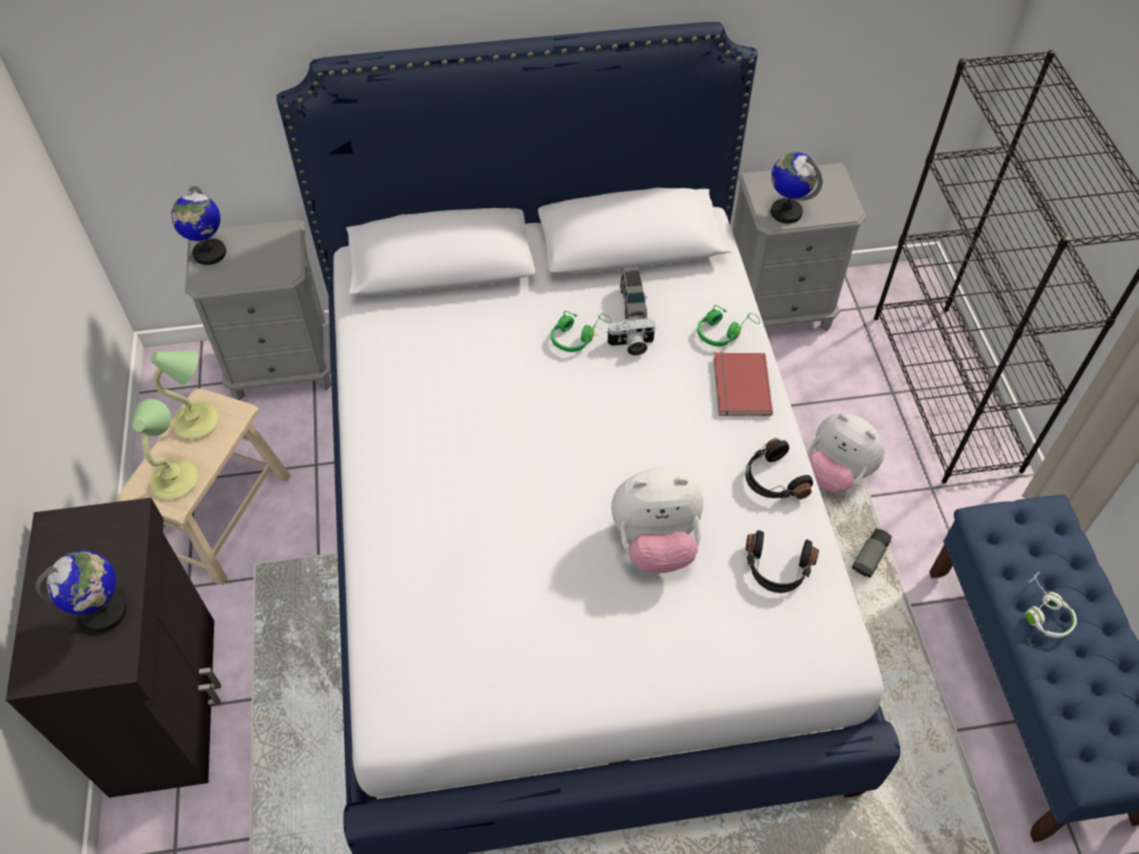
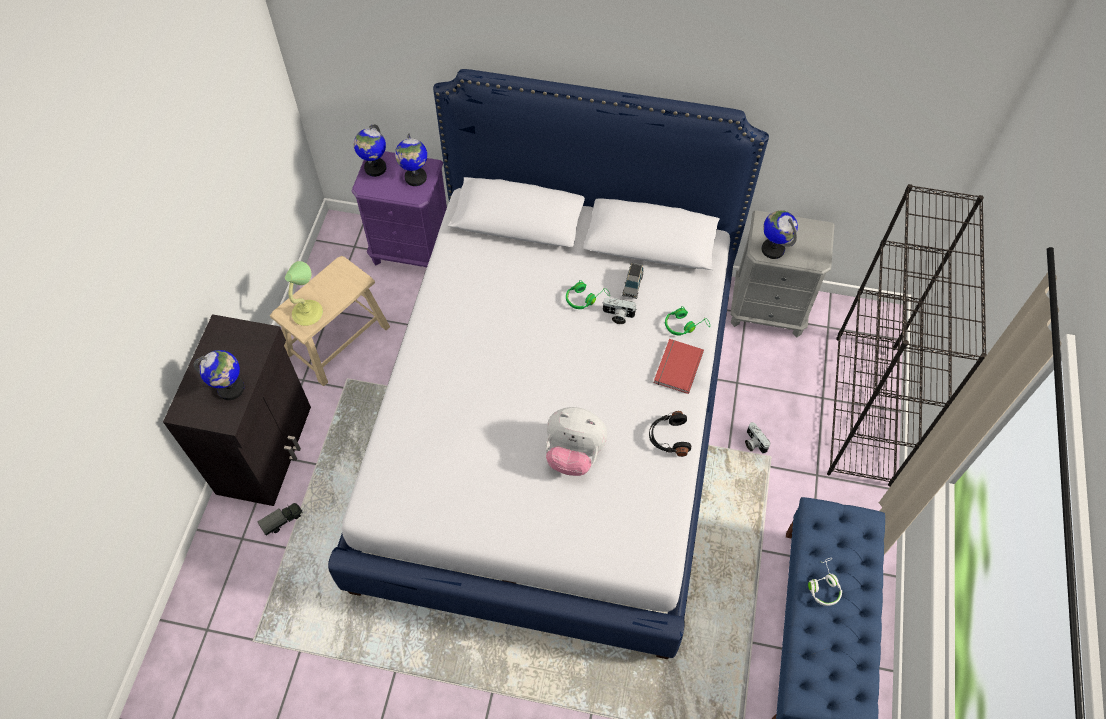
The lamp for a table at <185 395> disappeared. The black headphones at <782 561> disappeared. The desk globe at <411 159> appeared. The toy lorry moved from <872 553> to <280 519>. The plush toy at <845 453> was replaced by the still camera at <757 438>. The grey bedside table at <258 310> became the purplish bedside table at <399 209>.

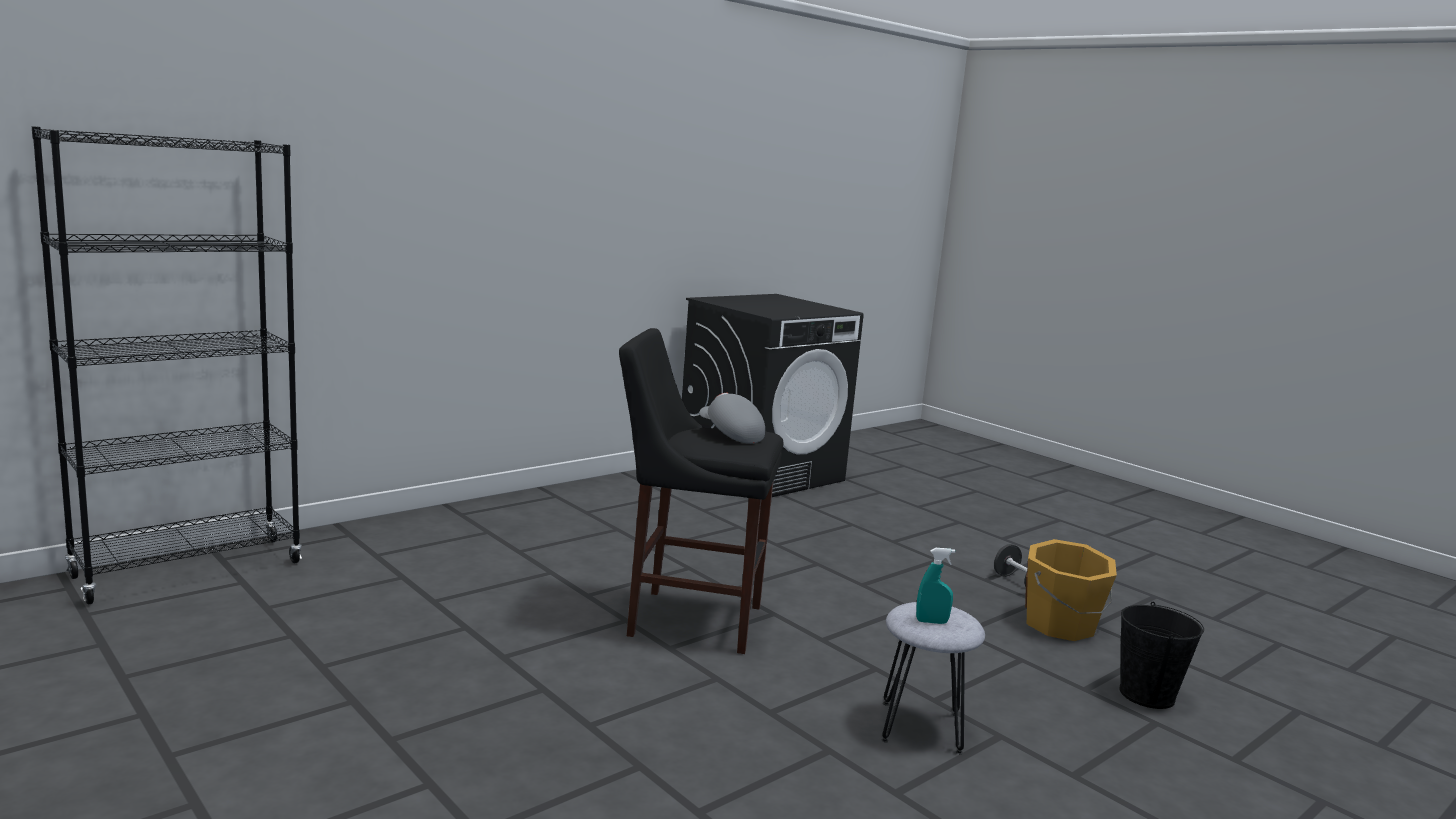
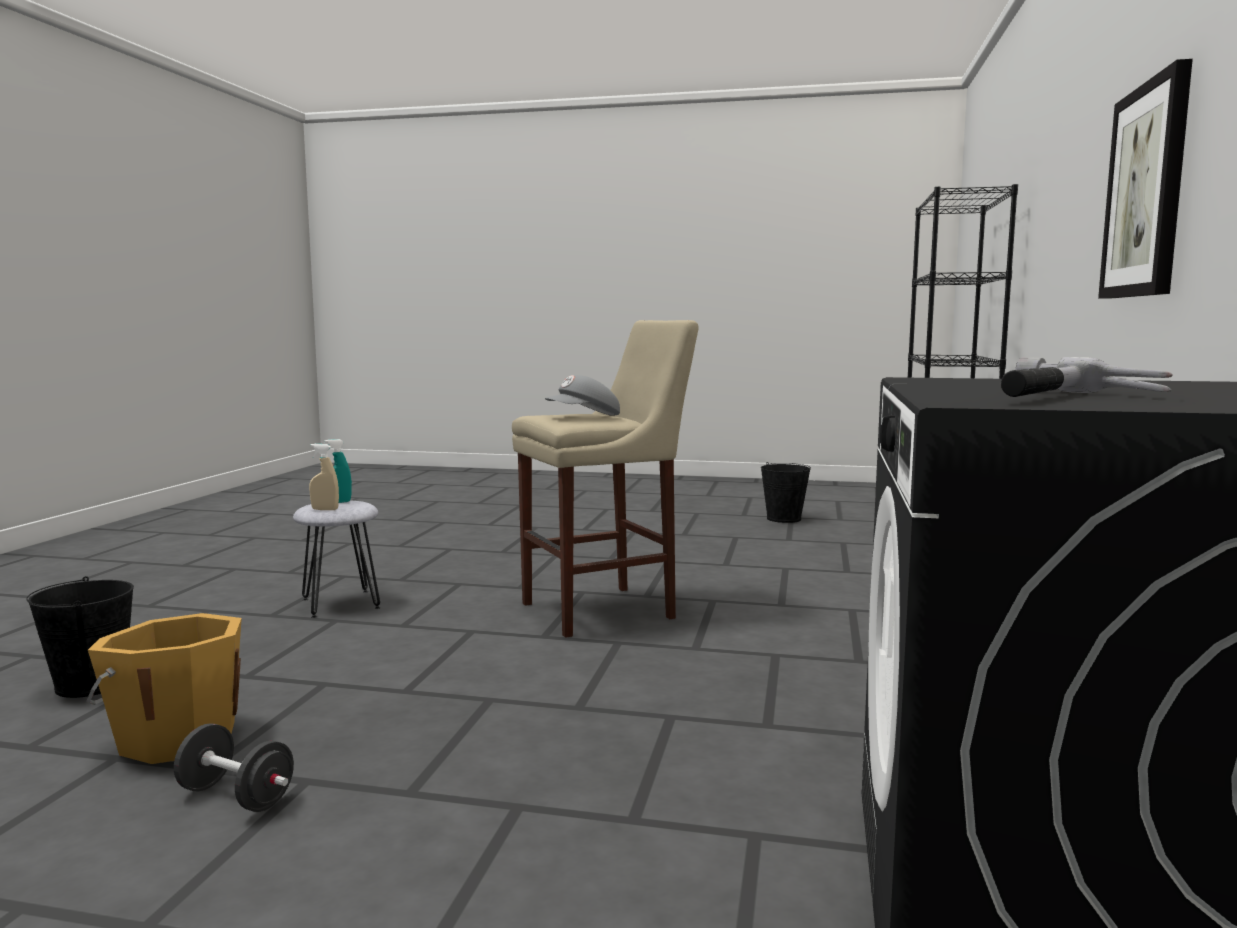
The beige sprayer at <324 477> appeared. The black water bucket at <786 492> appeared. The tool hammer at <1087 377> appeared. The picture at <1145 179> appeared. The black stool at <701 491> became the beige stool at <605 479>. The grey peaked cap at <732 418> turned 135 degrees clockwise.

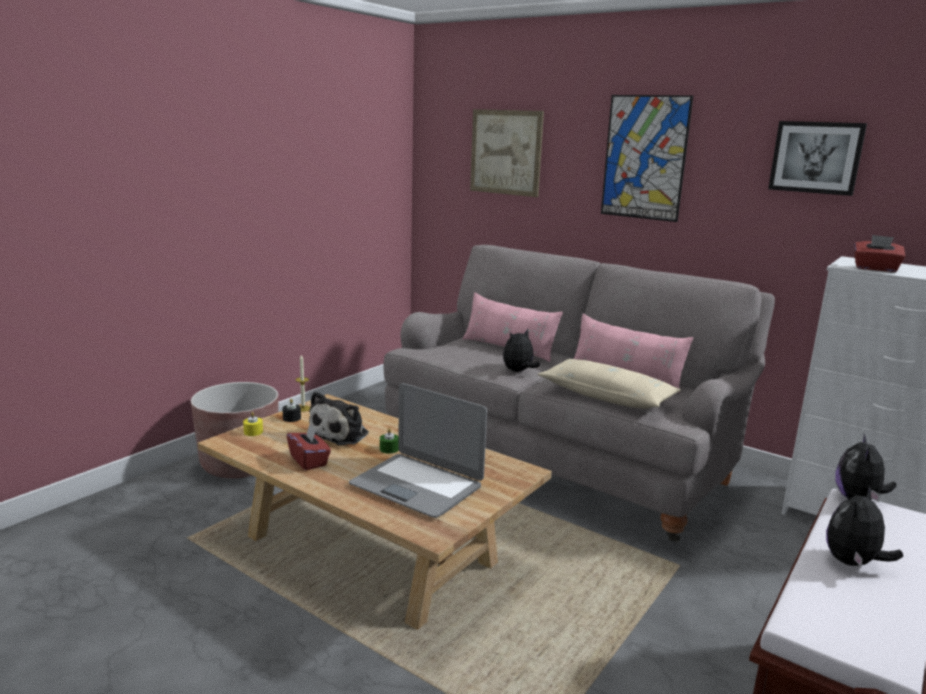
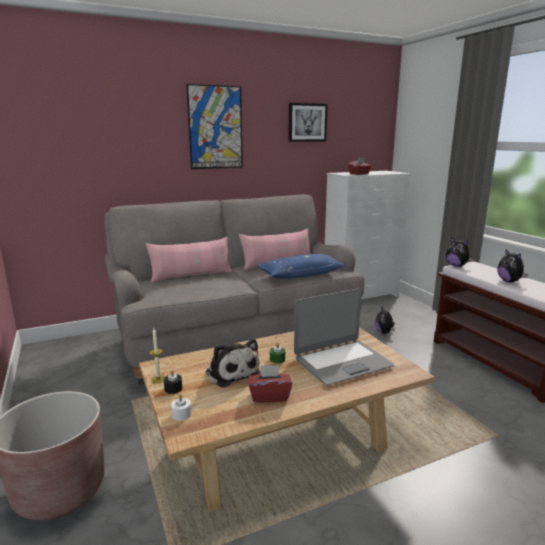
The picture at <507 153> disappeared. The plush toy moved from <521 350> to <385 320>. The yellow wax candle at <253 424> became the white wax candle at <181 407>. The beige cushion at <609 384> became the bluish cushion at <301 266>.

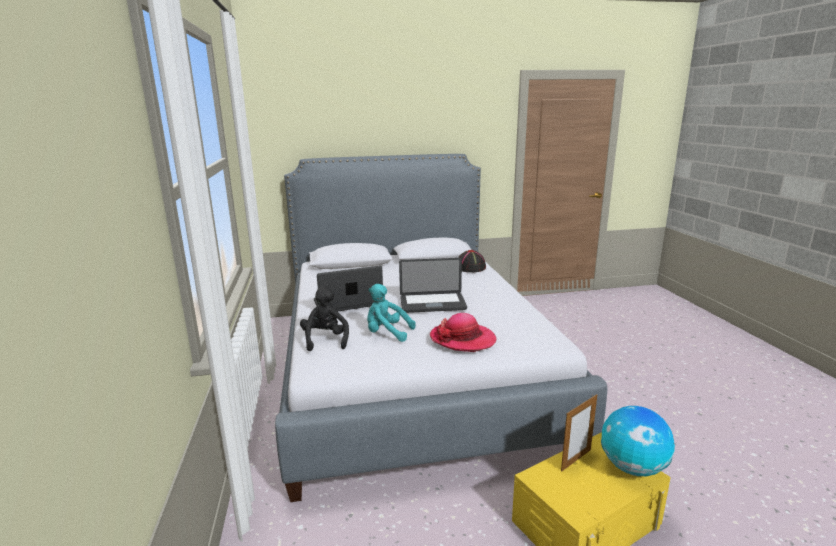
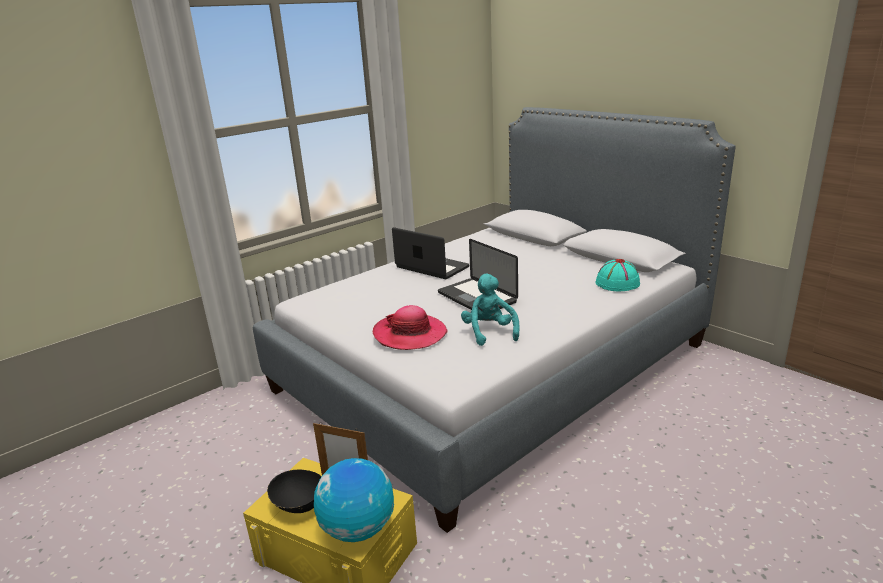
The black plush toy at <324 319> disappeared. The black serving bowl at <294 491> appeared. The turquoise plush toy moved from <391 313> to <490 310>. The black wearable hat at <472 261> became the turquoise wearable hat at <617 275>.

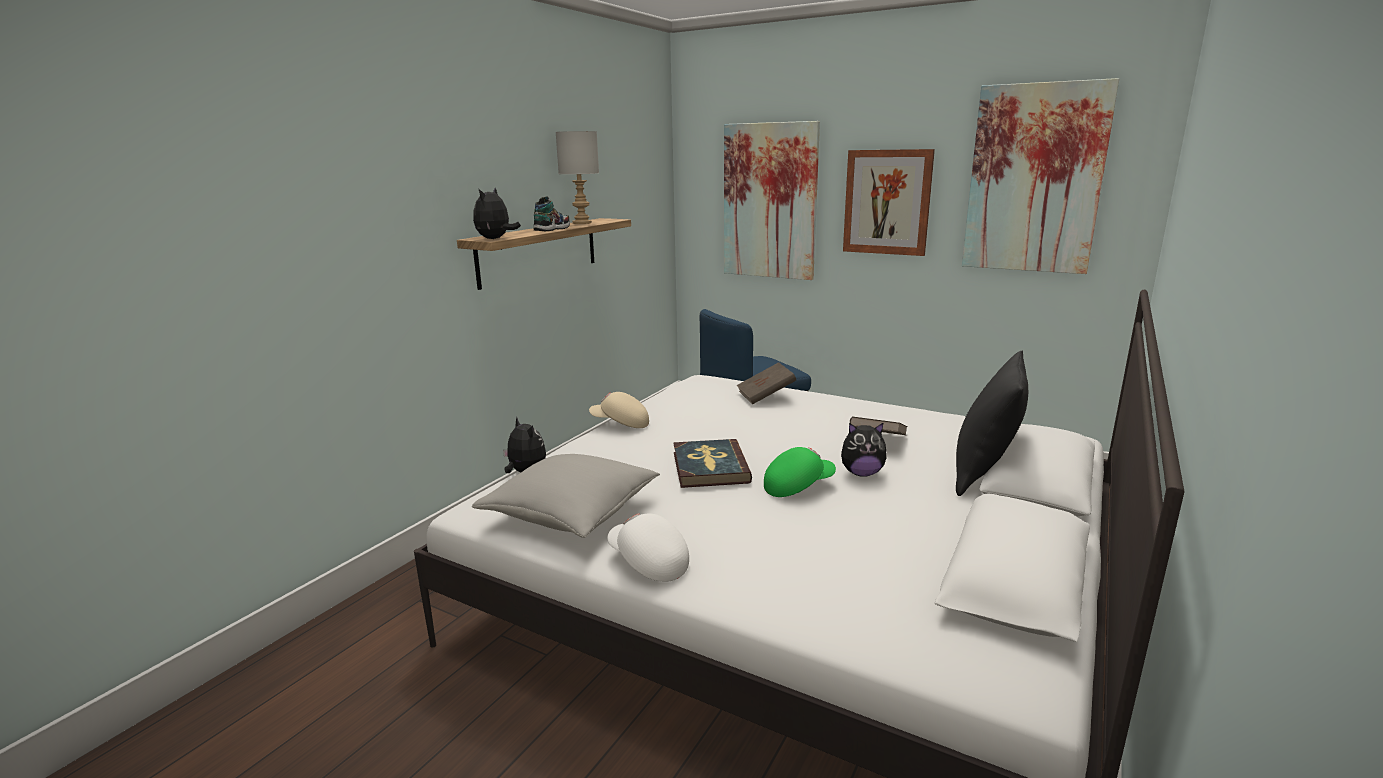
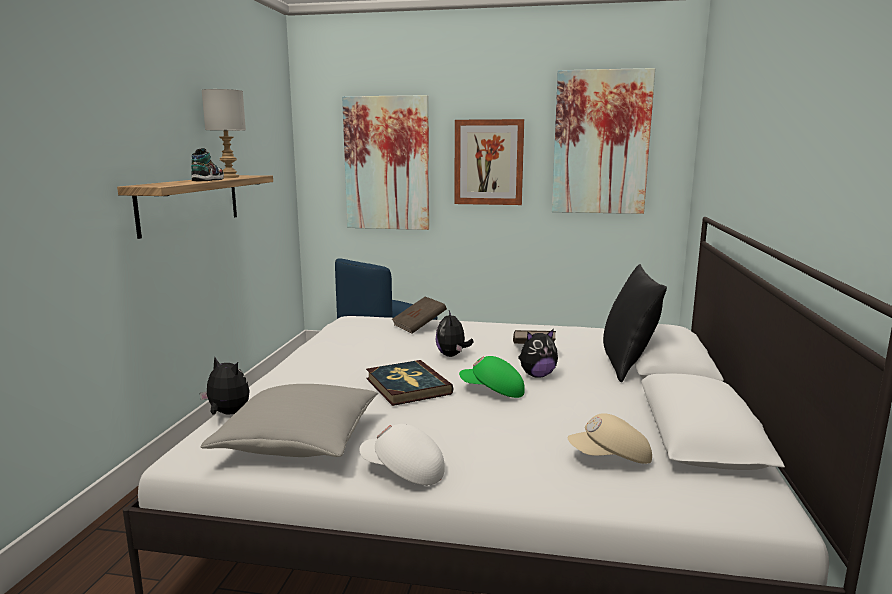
The plush toy moved from <497 213> to <455 333>. The beige peaked cap moved from <619 410> to <609 438>. The green-coloured peaked cap at <800 472> turned 120 degrees counterclockwise.

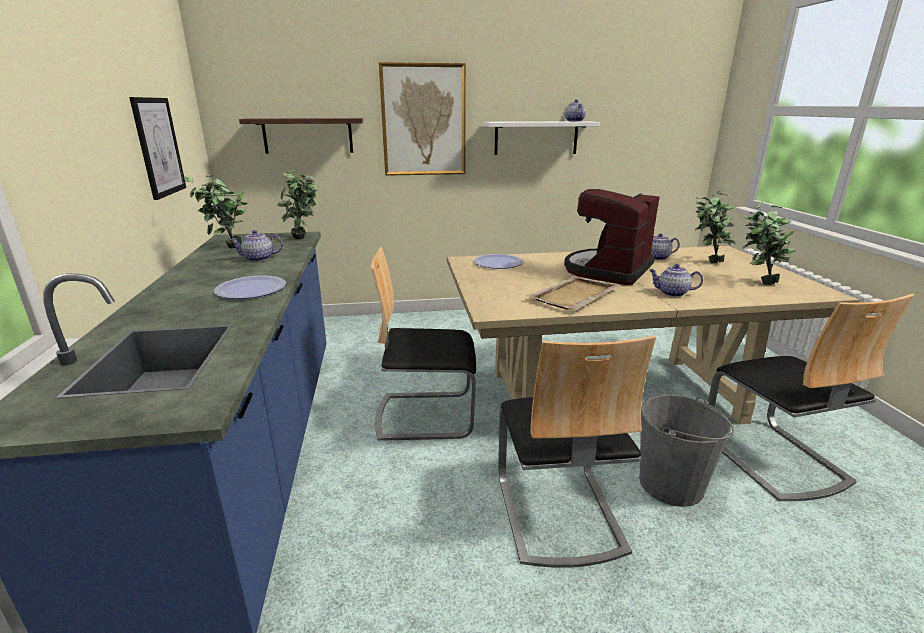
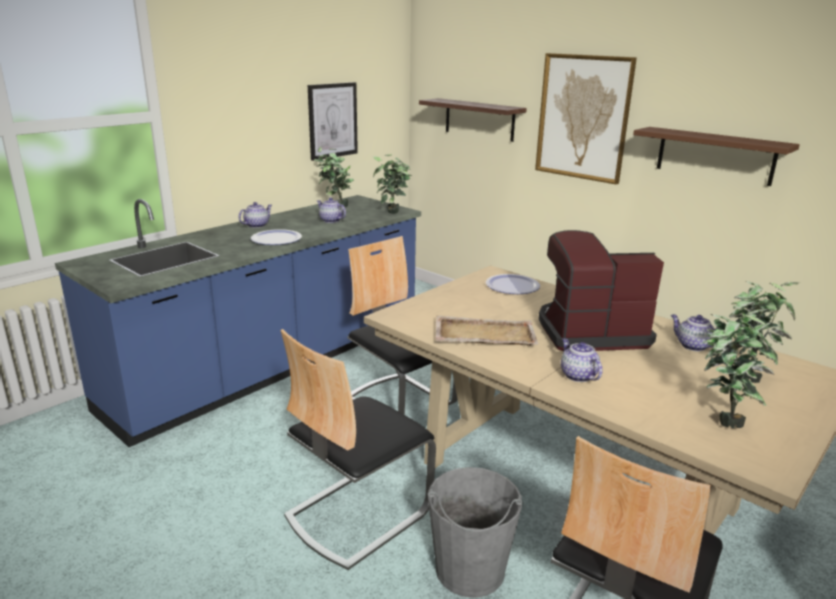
The pot for tea moved from <575 110> to <255 215>. The white shelf at <542 138> became the brownish shelf at <716 156>.

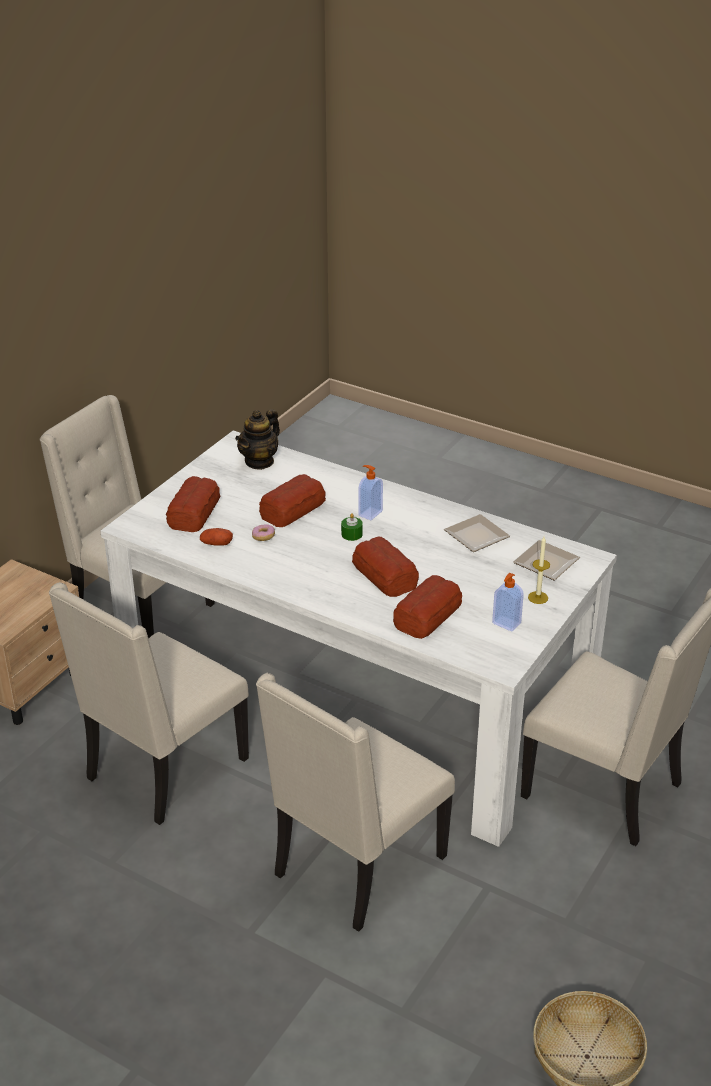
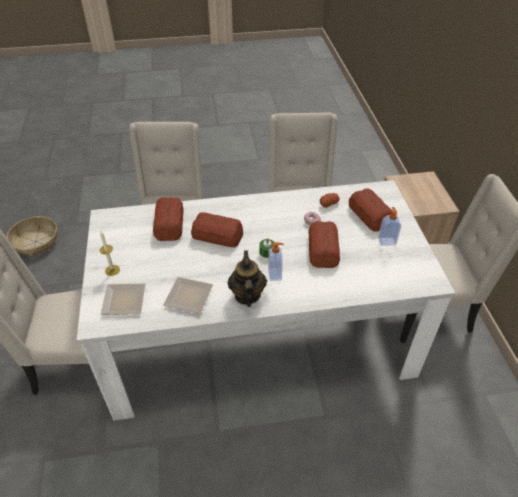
The pot for tea moved from <257 439> to <247 278>. The soap bottle moved from <508 602> to <389 226>.

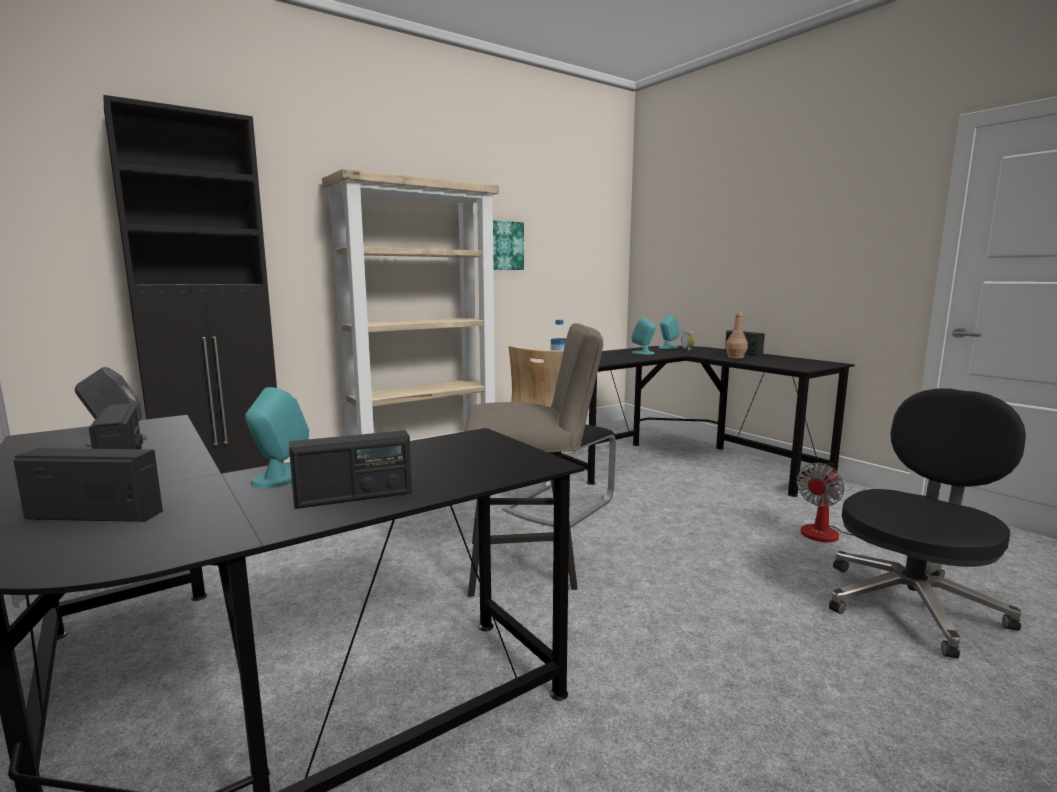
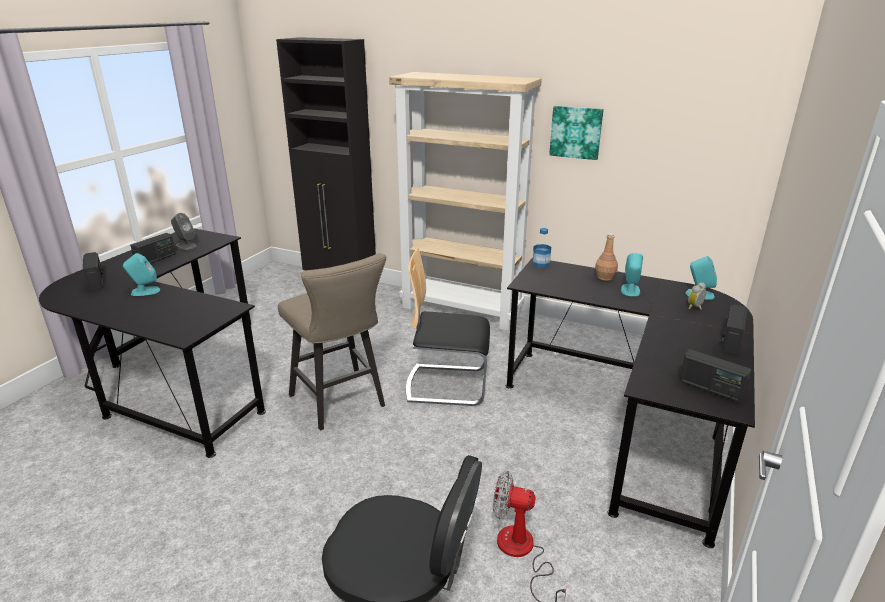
The radio moved from <350 469> to <715 376>. The brownish drink bottle moved from <736 335> to <606 257>.

